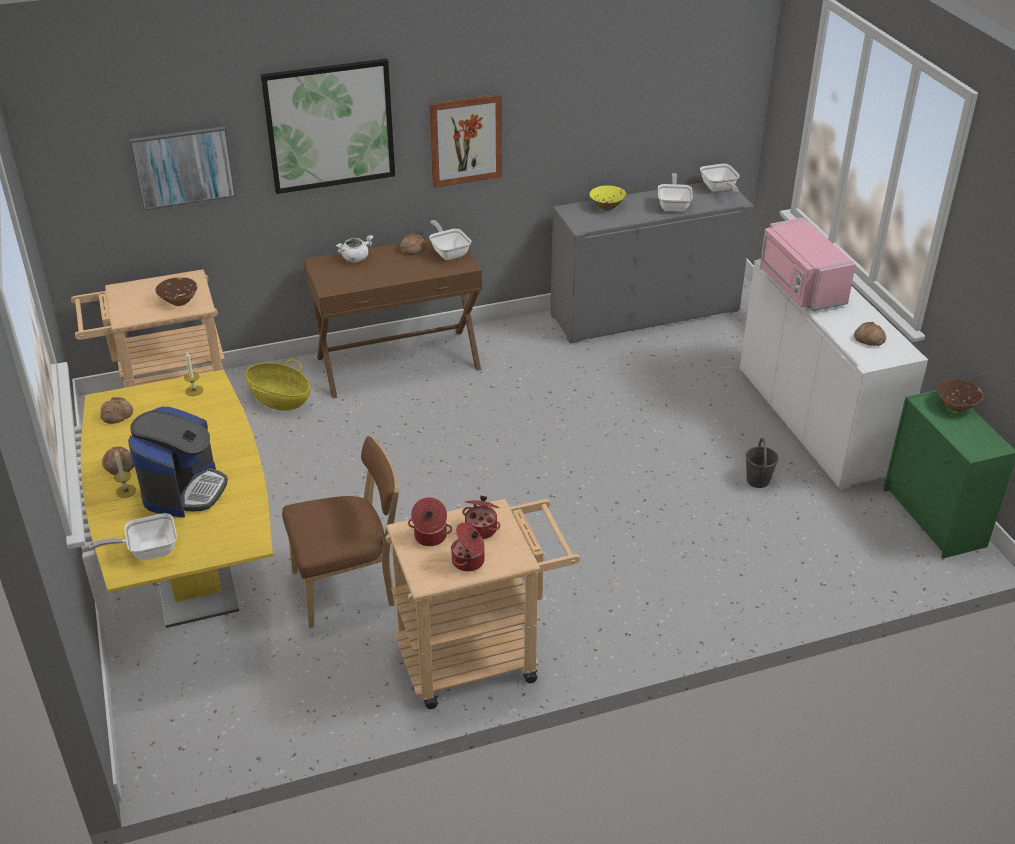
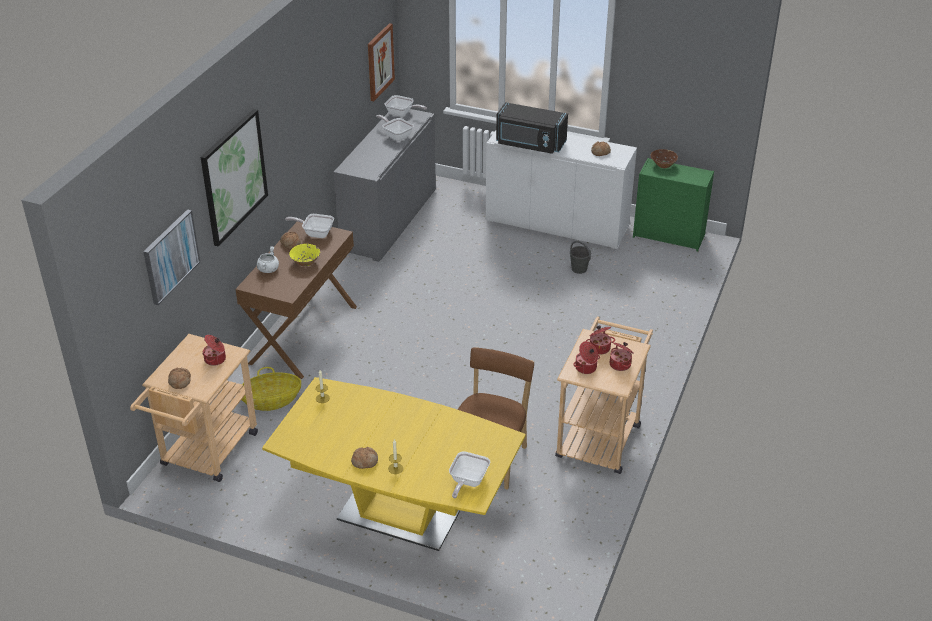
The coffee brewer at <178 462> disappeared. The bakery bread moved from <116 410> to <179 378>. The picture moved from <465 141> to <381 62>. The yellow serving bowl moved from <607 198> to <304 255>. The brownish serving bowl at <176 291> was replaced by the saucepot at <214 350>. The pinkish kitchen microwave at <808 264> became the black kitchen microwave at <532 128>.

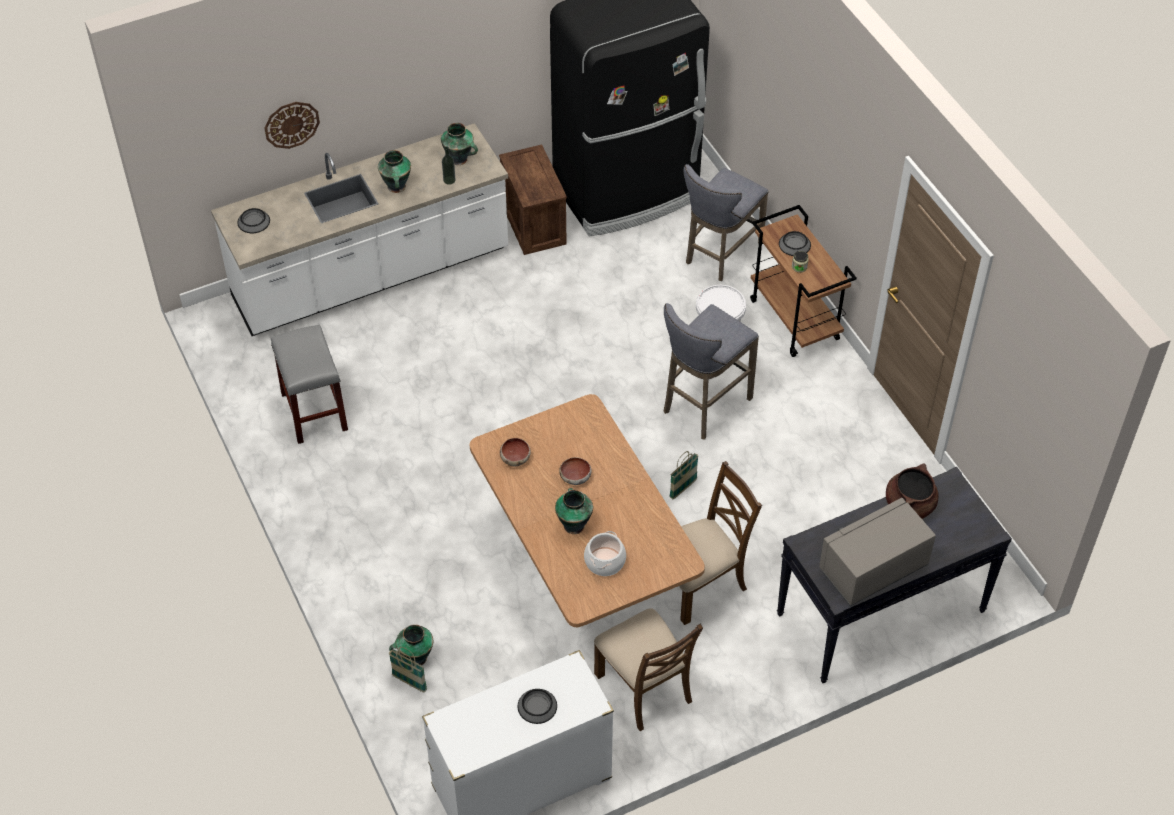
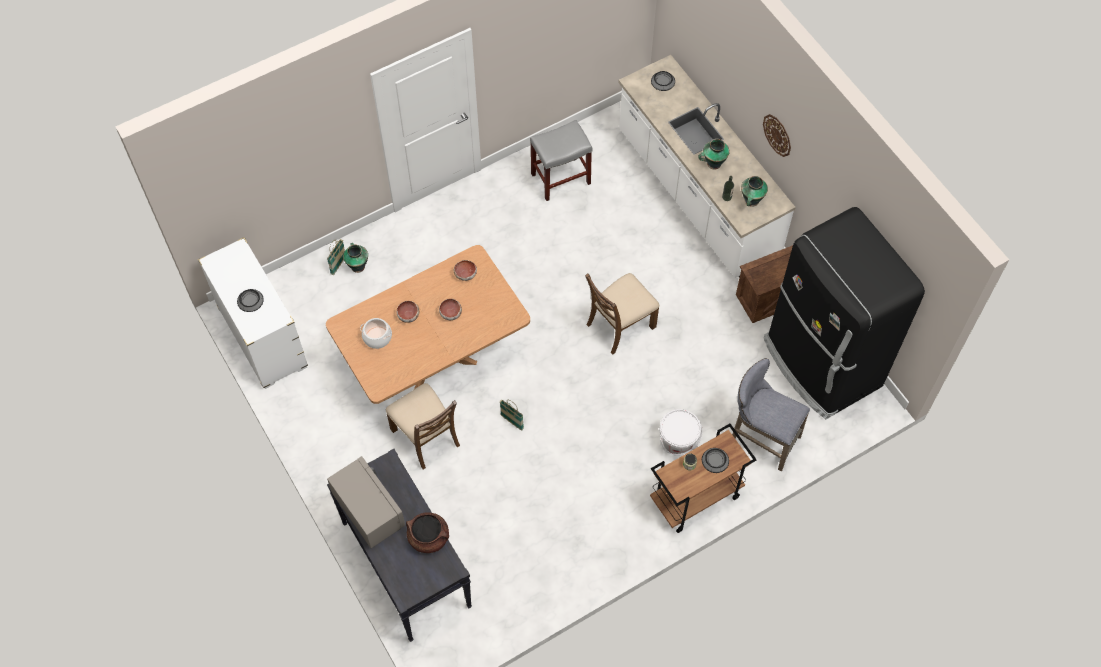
The grey stool at <711 371> disappeared. The wall clock moved from <292 125> to <777 135>. The brownish chair moved from <648 669> to <622 313>. The decorative vase at <574 511> was replaced by the serving bowl at <408 312>.

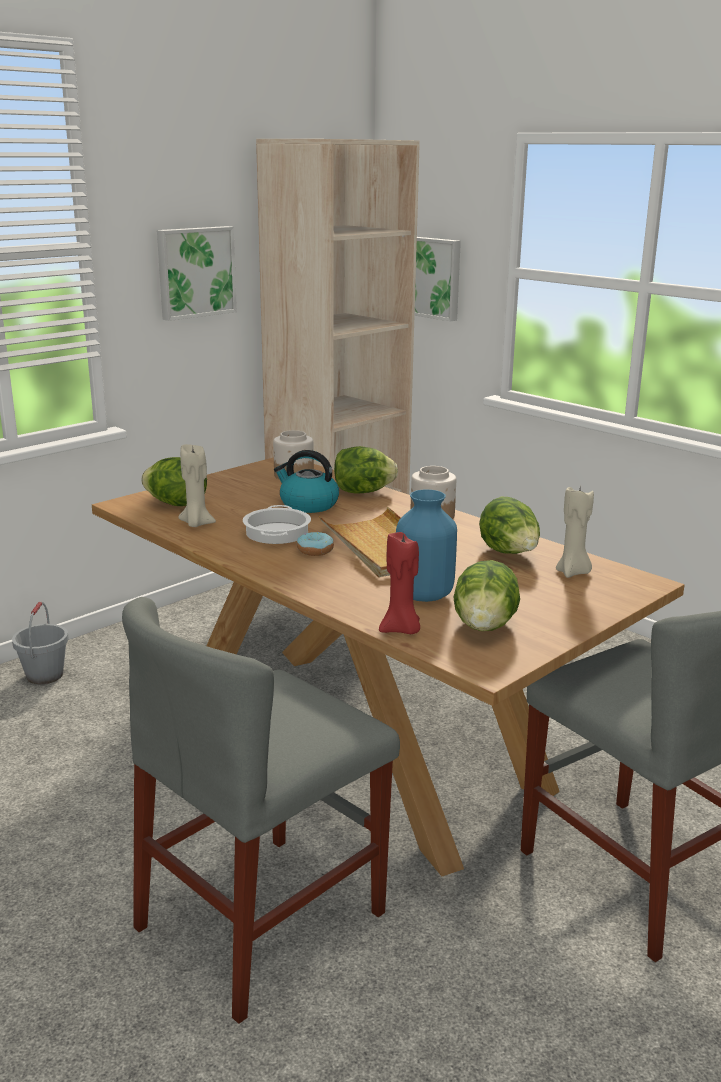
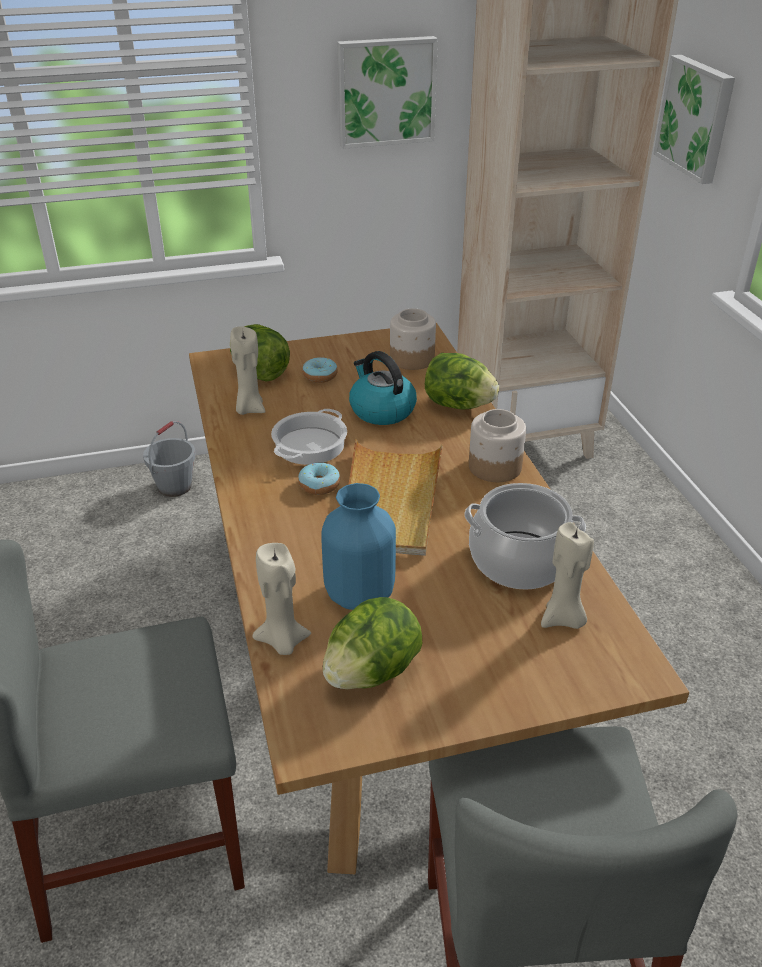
The donut at <320 370> appeared. The lettuce head at <509 525> was replaced by the saucepot at <525 536>. The reddish wax candle at <399 583> became the beige wax candle at <282 599>.

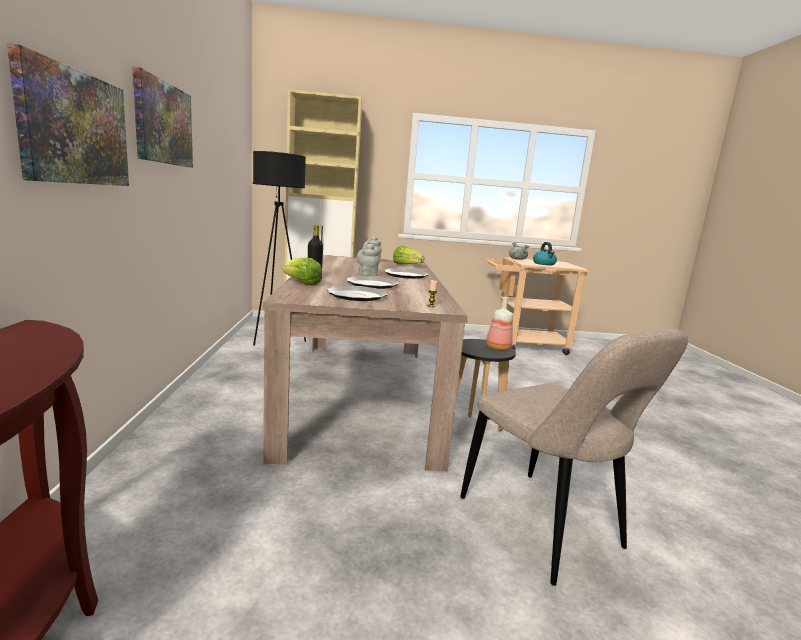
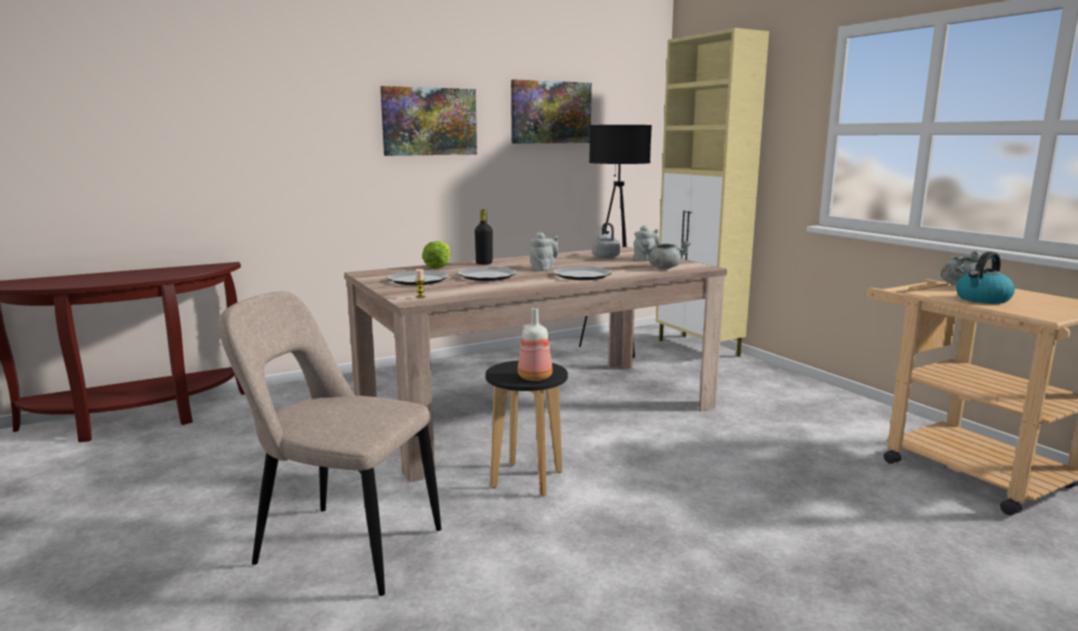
The grey water kettle at <606 240> appeared. The picture moved from <68 114> to <551 111>. The lettuce head at <408 255> was replaced by the grey saucepot at <666 254>. The beige chair at <574 457> turned 75 degrees clockwise.

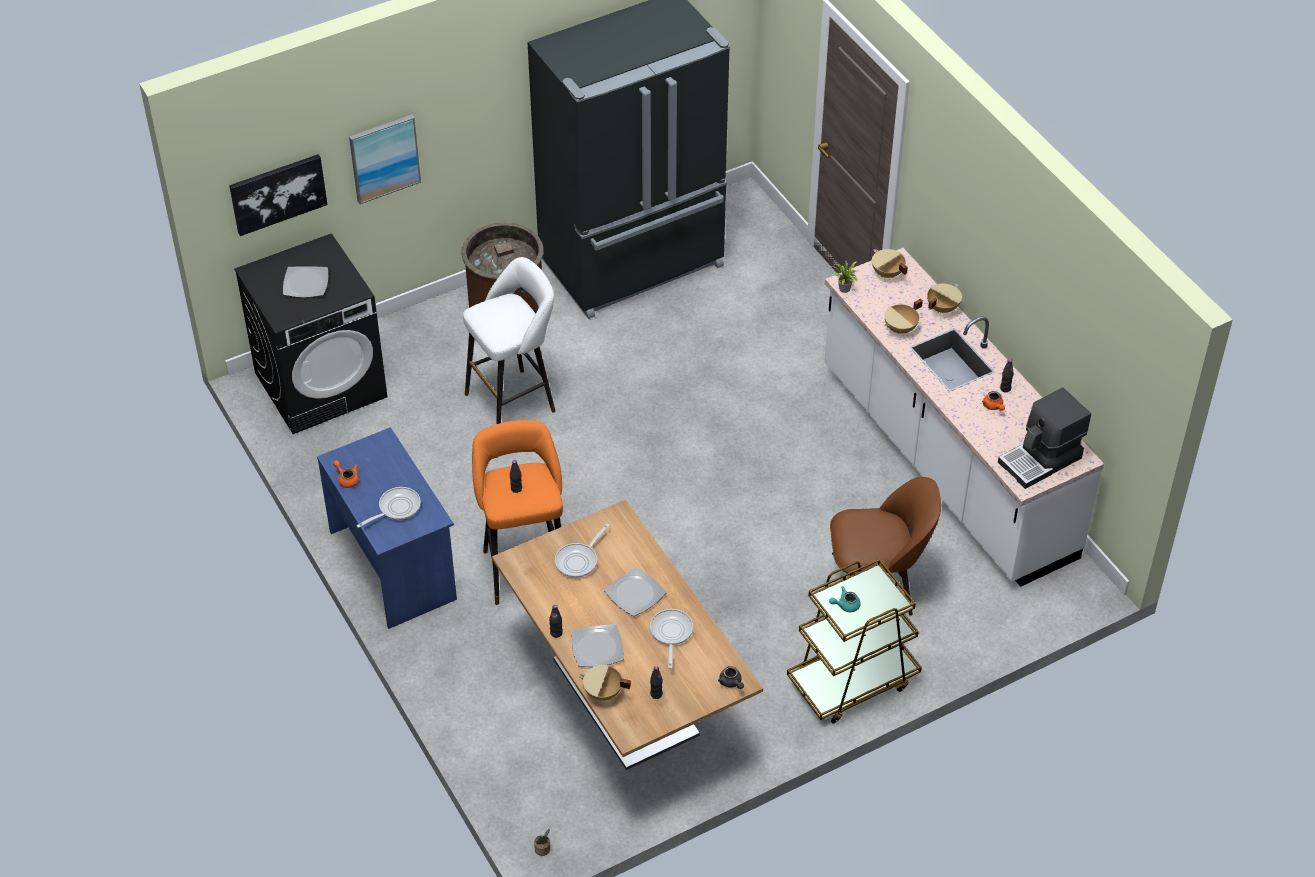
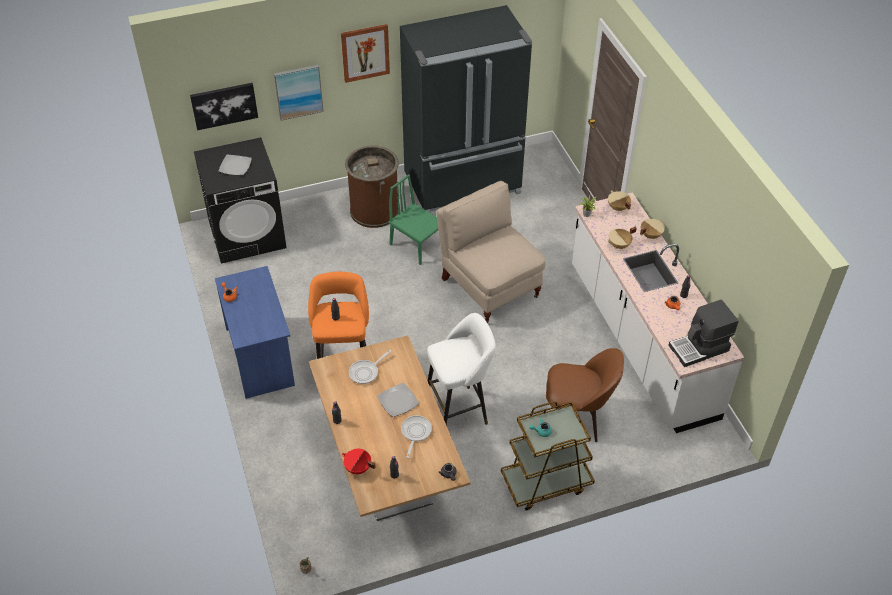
The pan at <388 507> disappeared. The flat dish at <597 645> disappeared. The picture at <365 53> appeared. The green-coloured chair at <413 220> appeared. The beige chair at <491 252> appeared. The white stool moved from <509 340> to <461 369>. The beige saucepot at <605 683> became the reddish saucepot at <359 461>.

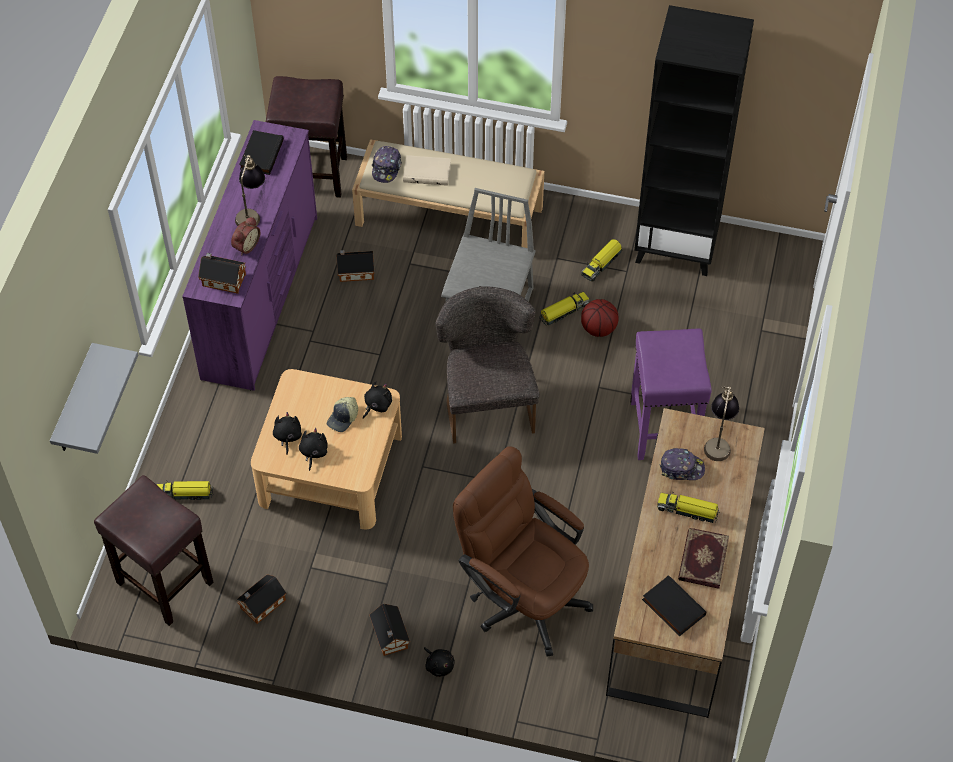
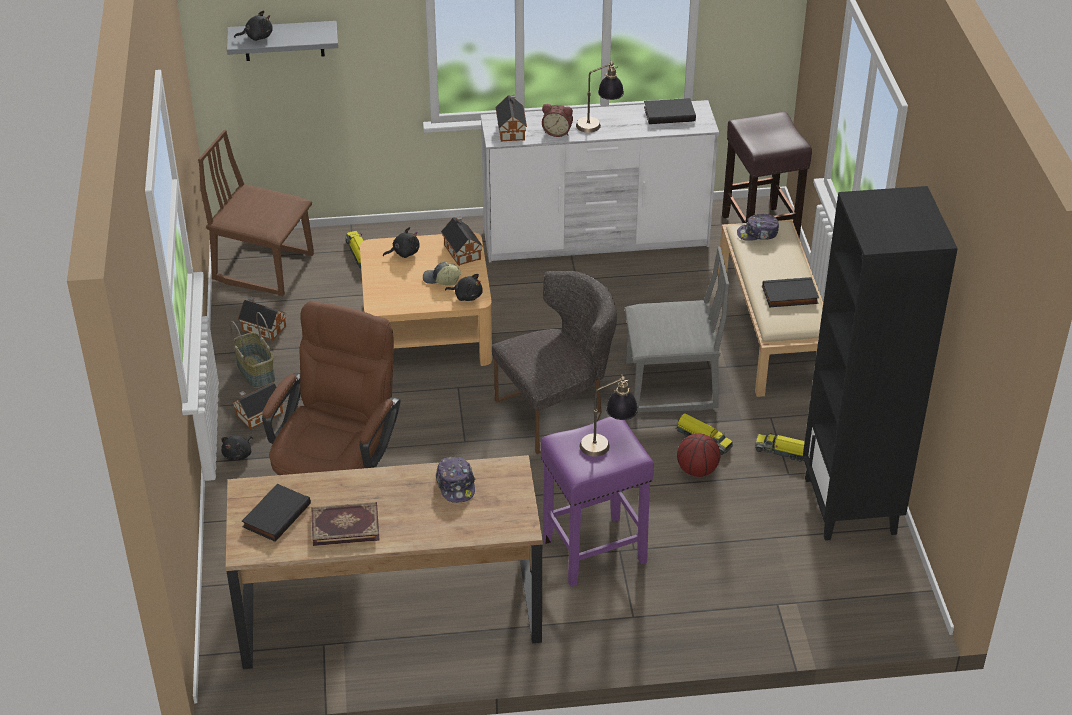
The beige book at <427 170> disappeared. The toy lorry at <688 508> disappeared. The basket at <252 350> appeared. The black book at <790 292> appeared. The black plush toy moved from <313 449> to <253 25>. The toy house moved from <355 266> to <462 241>. The lamp for a table moved from <721 423> to <609 416>. The brownish stool at <154 550> was replaced by the brownish chair at <256 213>. The purplish drawer chest at <249 255> became the white drawer chest at <600 181>.

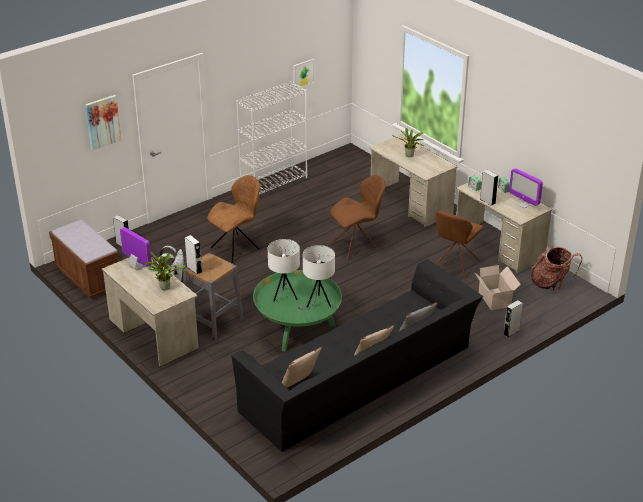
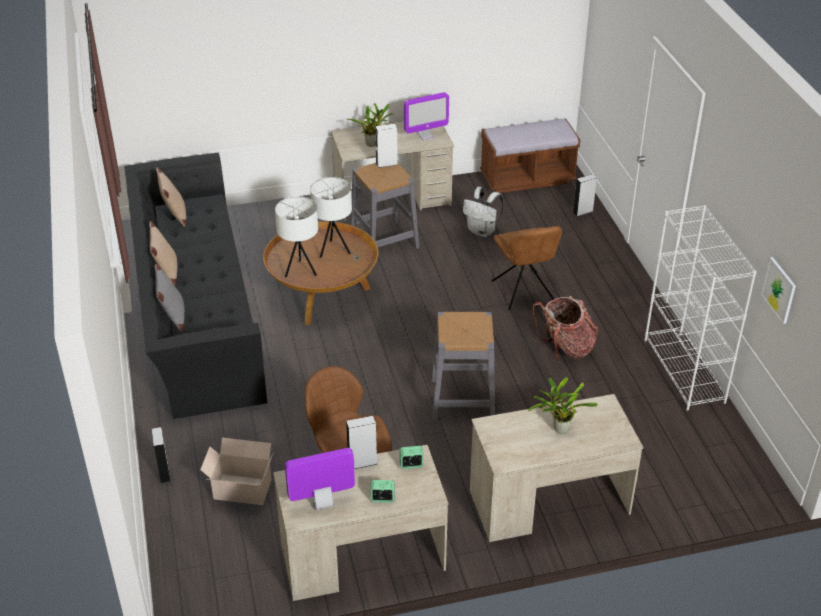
The picture at <103 122> disappeared. The rucksack moved from <556 269> to <565 329>. The brownish chair at <358 217> was replaced by the grey stool at <463 366>. The green-coloured lounge table at <297 310> became the brownish lounge table at <320 273>.

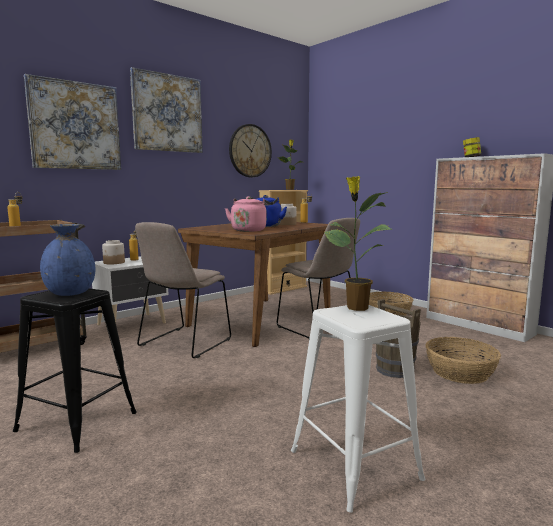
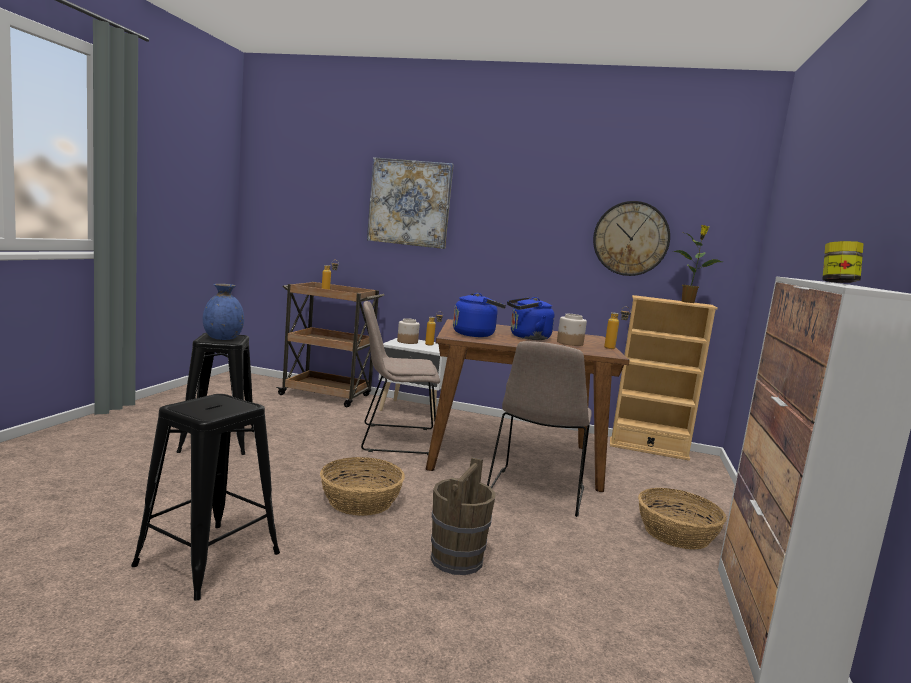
The picture at <166 110> disappeared. The potted plant at <358 243> disappeared. The basket moved from <463 360> to <362 486>. The pinkish water kettle at <247 214> became the bluish water kettle at <479 315>. The white stool at <358 409> became the black stool at <205 497>.

